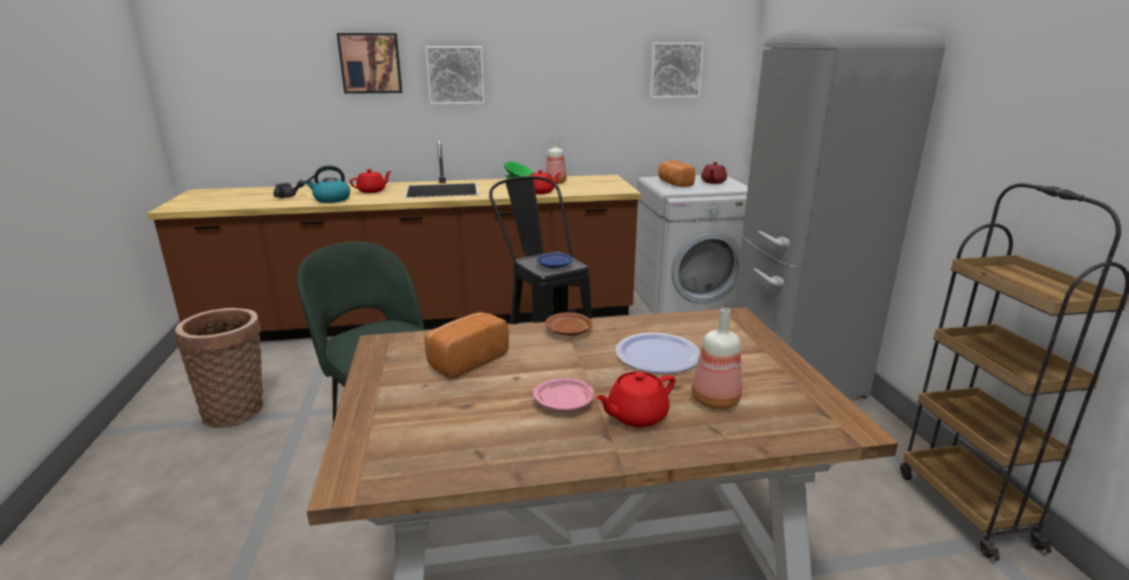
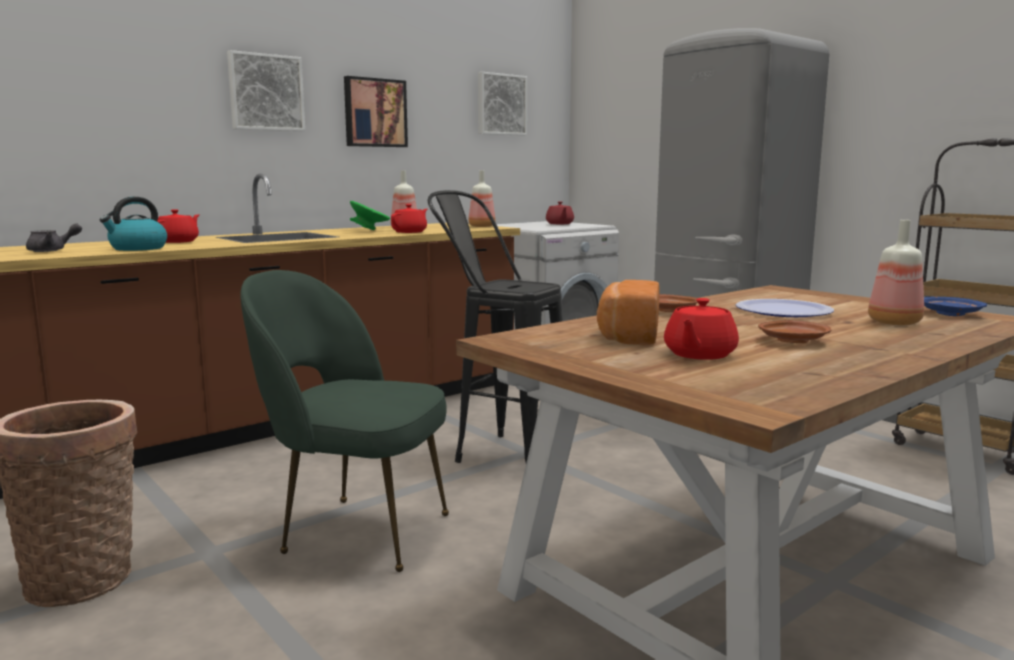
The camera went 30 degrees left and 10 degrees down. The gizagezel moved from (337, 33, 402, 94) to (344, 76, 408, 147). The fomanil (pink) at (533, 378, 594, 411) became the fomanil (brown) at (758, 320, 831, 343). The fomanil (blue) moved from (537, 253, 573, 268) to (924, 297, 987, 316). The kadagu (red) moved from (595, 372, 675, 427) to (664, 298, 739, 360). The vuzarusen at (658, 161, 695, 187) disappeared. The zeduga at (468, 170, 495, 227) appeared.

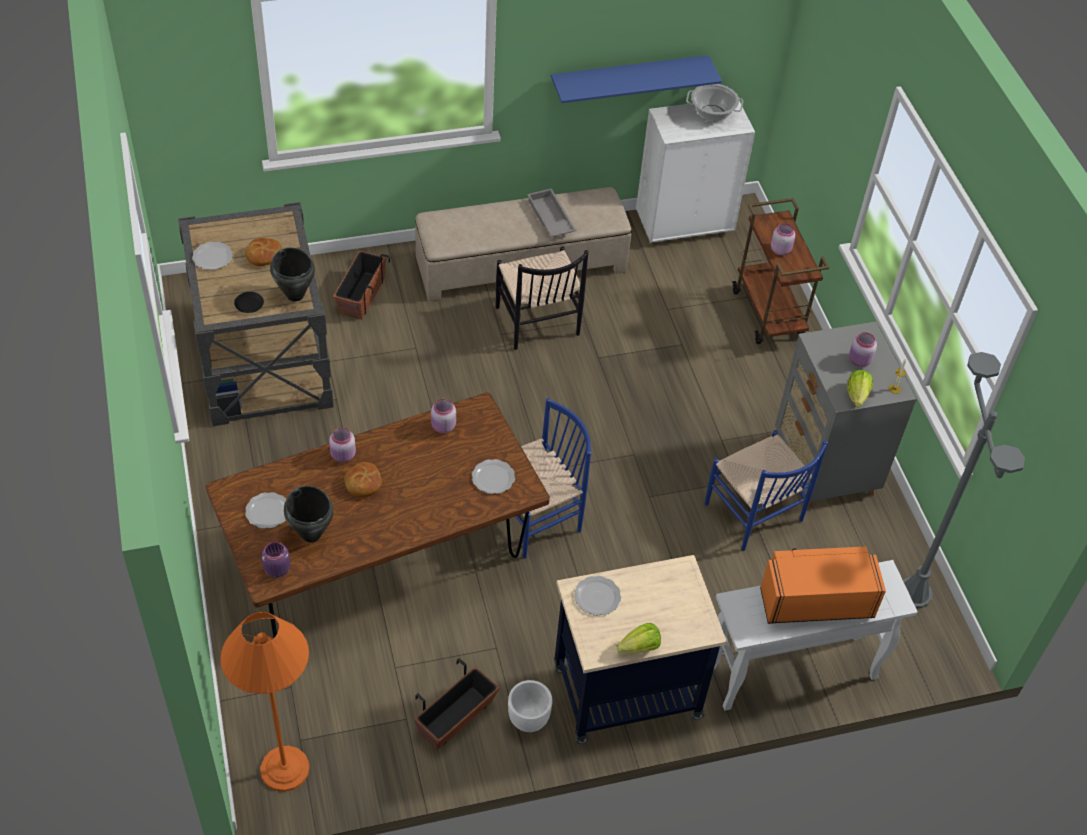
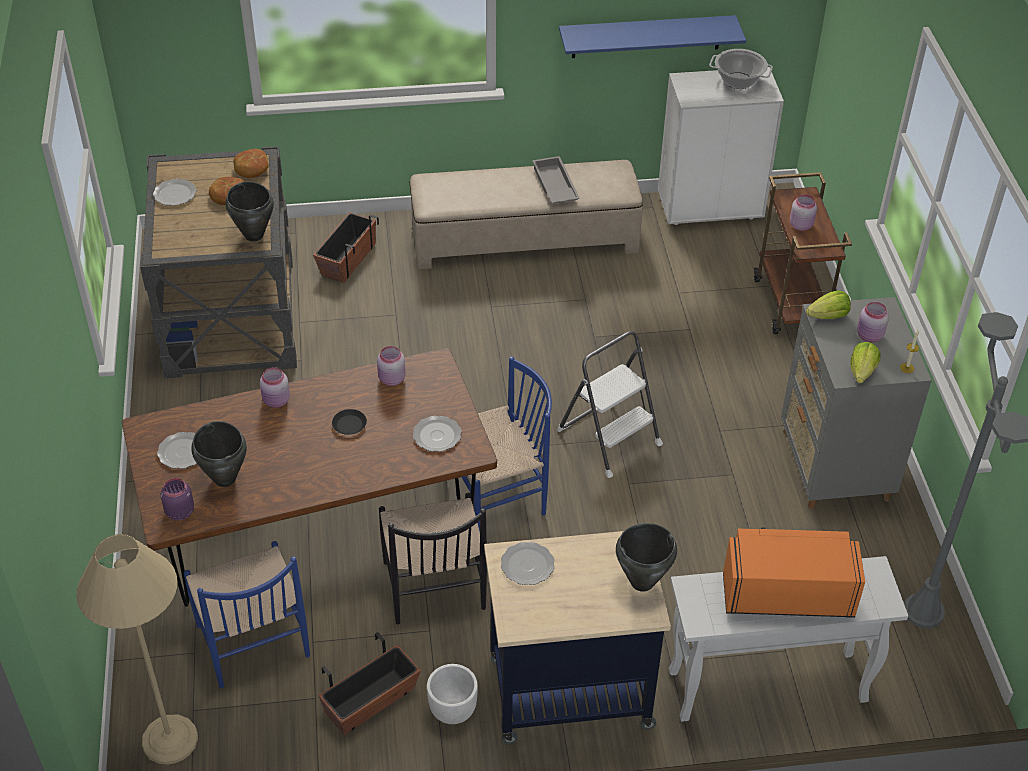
The camera went 10 degrees right and 5 degrees down. The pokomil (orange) at (221, 612, 310, 792) became the pokomil (beige) at (76, 534, 198, 765). The fomanil (black) moved from (234, 292, 264, 313) to (332, 409, 367, 435). The vuzarusen moved from (344, 462, 382, 498) to (234, 149, 269, 178). The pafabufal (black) moved from (496, 246, 588, 350) to (379, 493, 487, 624). The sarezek moved from (617, 623, 661, 654) to (806, 291, 851, 319). The pafabufal (blue) moved from (705, 430, 828, 551) to (184, 541, 310, 688). The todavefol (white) at (557, 331, 663, 478) appeared. The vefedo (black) at (616, 523, 677, 592) appeared.

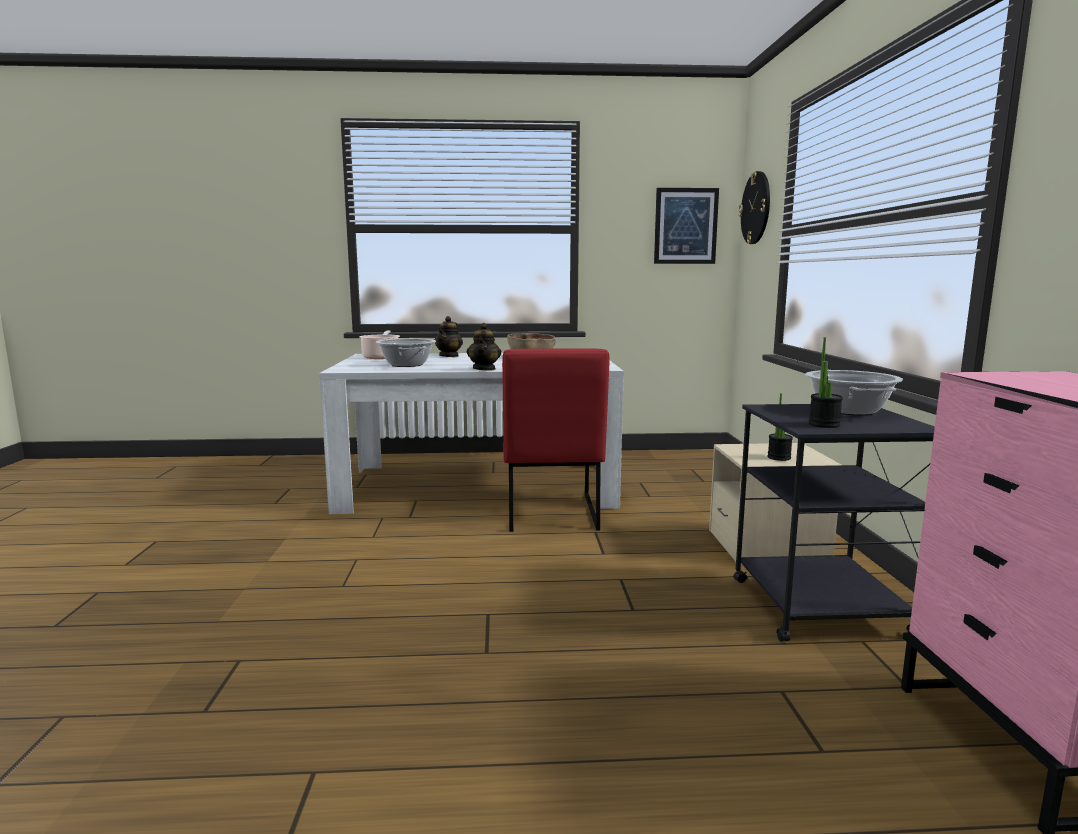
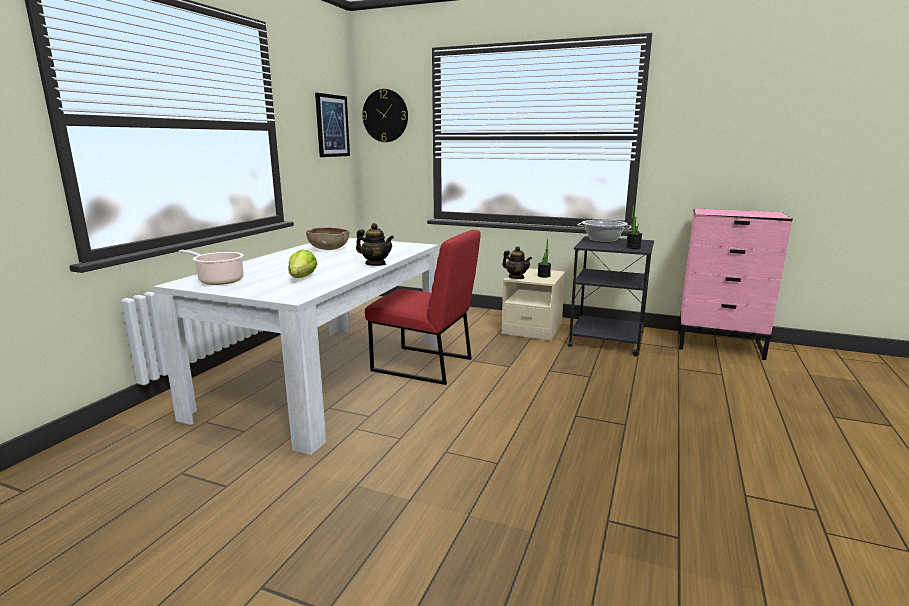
The camera went 65 degrees left and 5 degrees up. The vefedo at (375, 339, 436, 367) was replaced by the sarezek at (289, 249, 317, 278). The kadagu moved from (434, 316, 463, 357) to (502, 246, 532, 279).

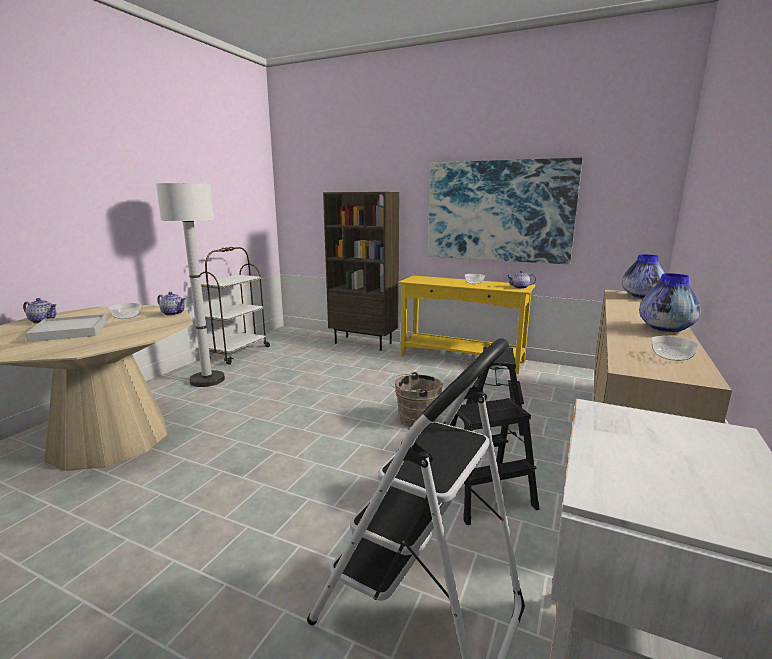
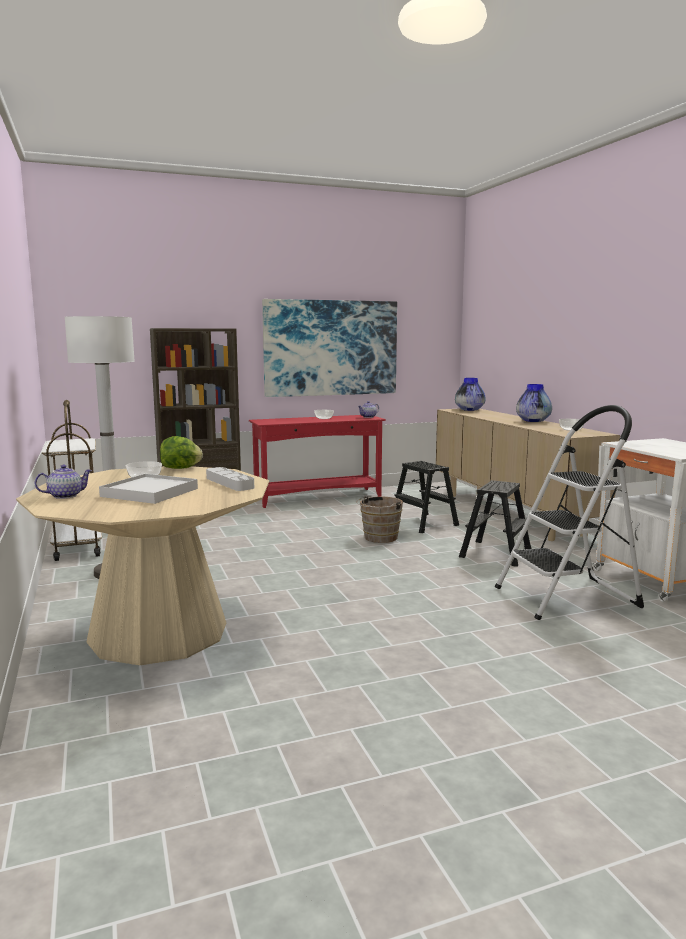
The camera went 45 degrees left and 5 degrees down. The kadagu at (157, 292, 185, 316) was replaced by the sarezek at (160, 436, 203, 469). The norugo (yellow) at (398, 276, 535, 374) became the norugo (red) at (249, 415, 386, 508). The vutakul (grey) at (206, 467, 254, 491) appeared.

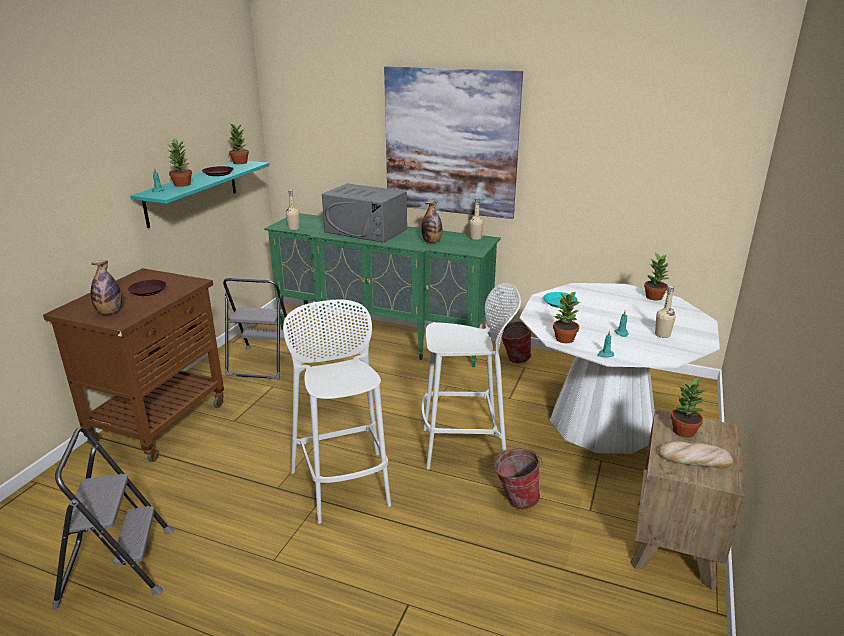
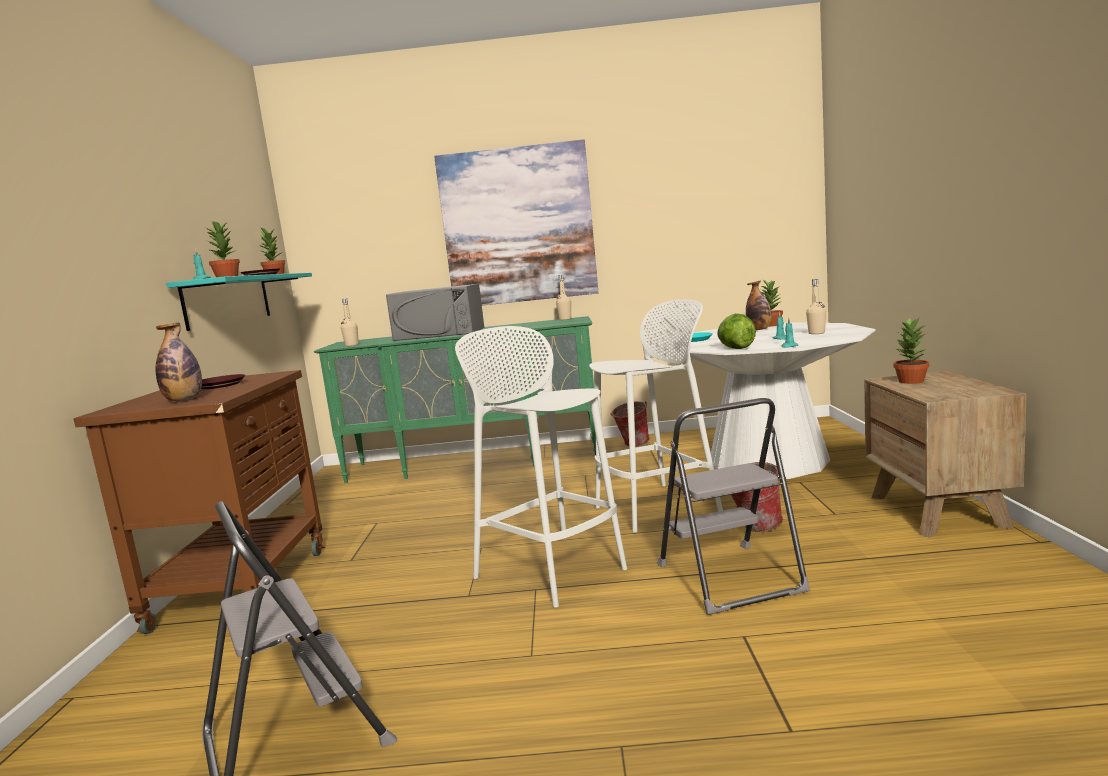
The camera went 20 degrees left and 15 degrees down. The todavefol (grey) moved from (223, 278, 298, 379) to (657, 398, 810, 615). The zeduga moved from (422, 201, 442, 243) to (746, 280, 772, 330). The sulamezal at (553, 291, 580, 343) was replaced by the sarezek at (717, 313, 756, 349). The vuzarusen at (658, 441, 733, 468) disappeared.

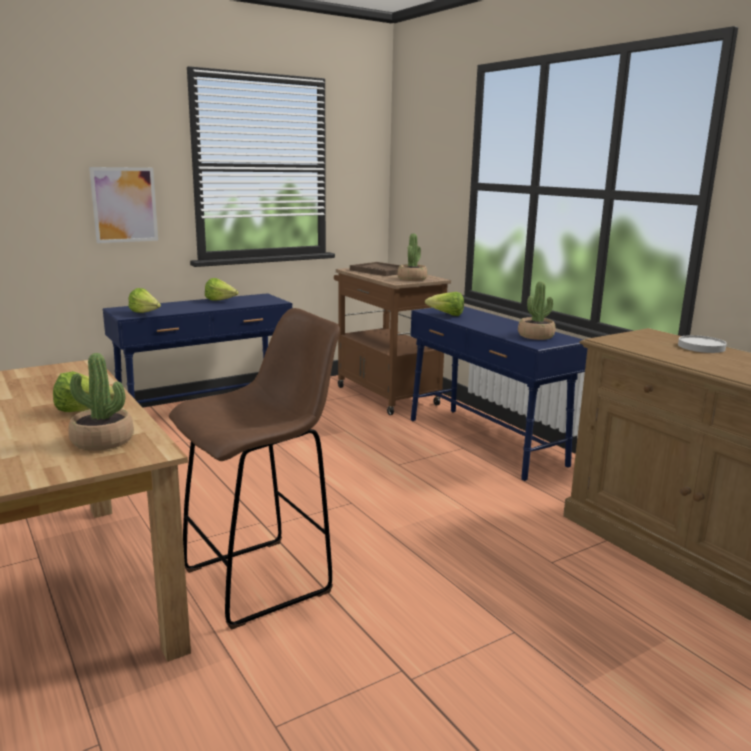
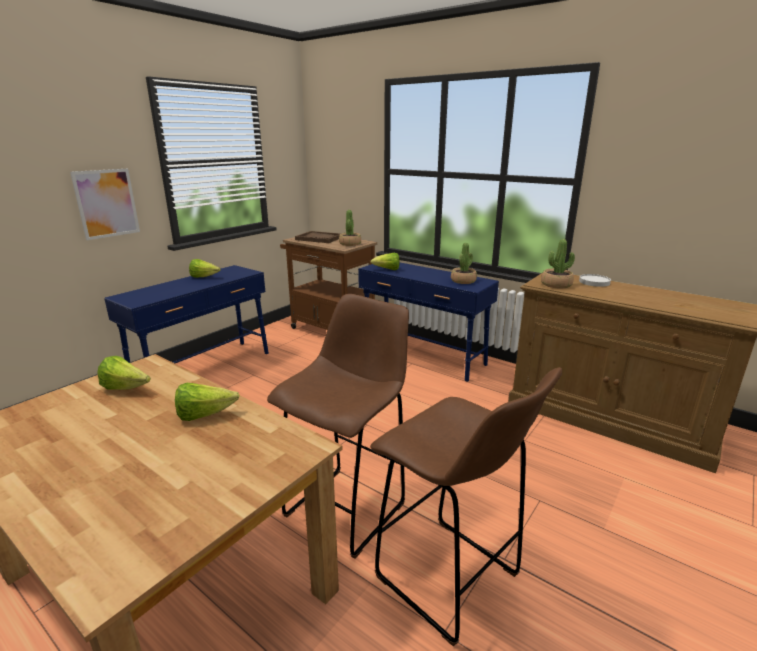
The camera went 20 degrees left and 5 degrees up. The sulamezal moved from (68, 353, 134, 451) to (541, 239, 575, 288). The sarezek moved from (129, 288, 161, 313) to (97, 356, 151, 390). The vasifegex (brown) at (370, 367, 562, 647) appeared.

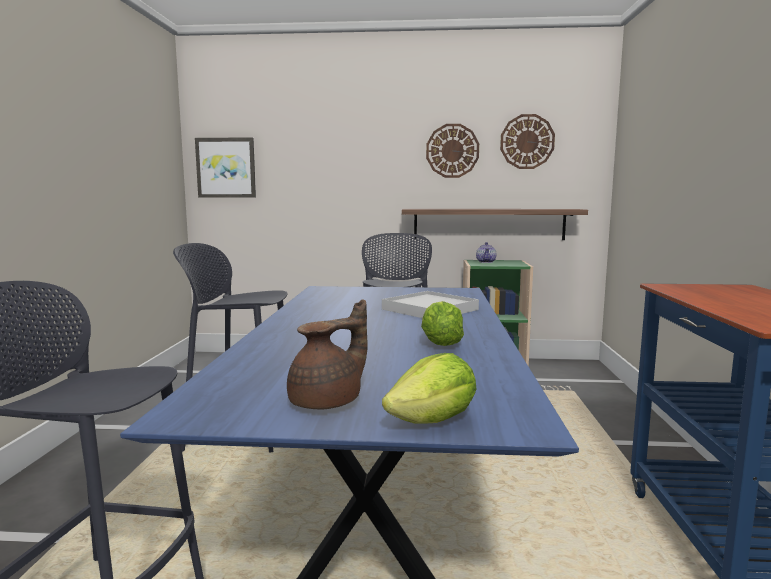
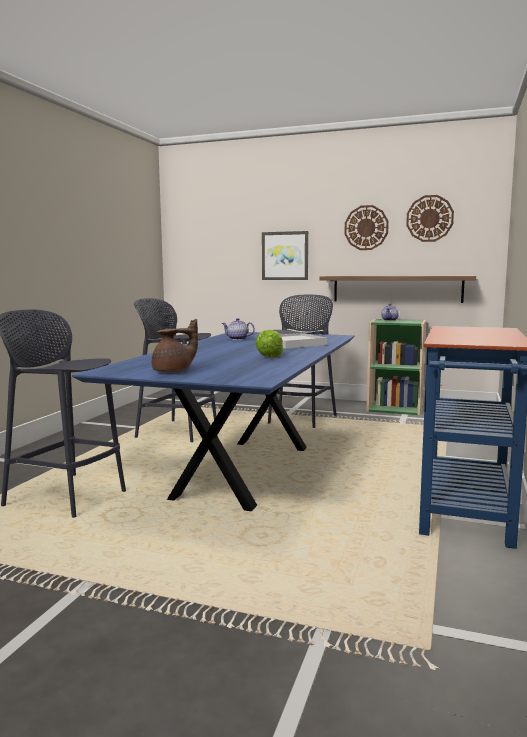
The camera went 15 degrees right and 0 degrees up. The gizagezel moved from (195, 137, 256, 198) to (262, 231, 308, 280). The sarezek at (382, 353, 477, 424) disappeared. The kadagu at (222, 318, 255, 340) appeared.

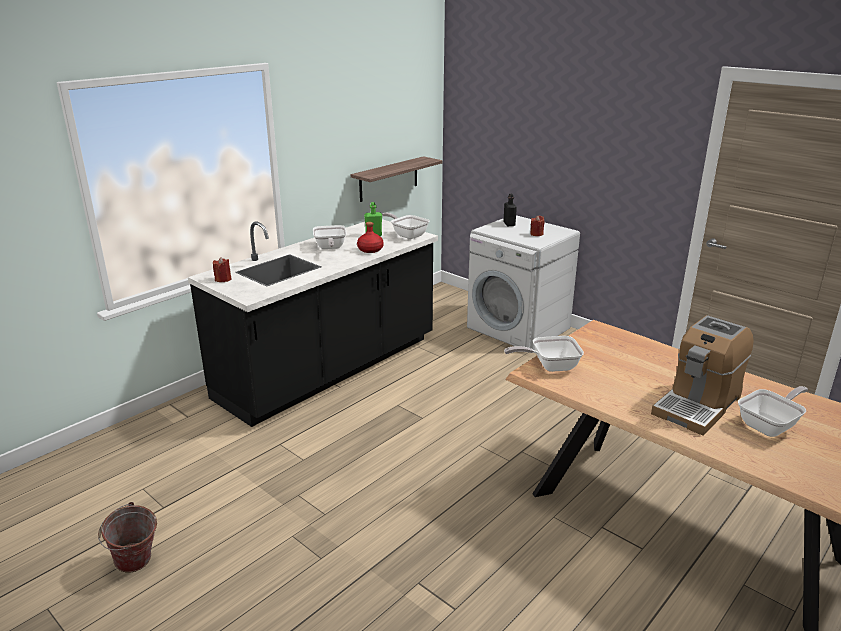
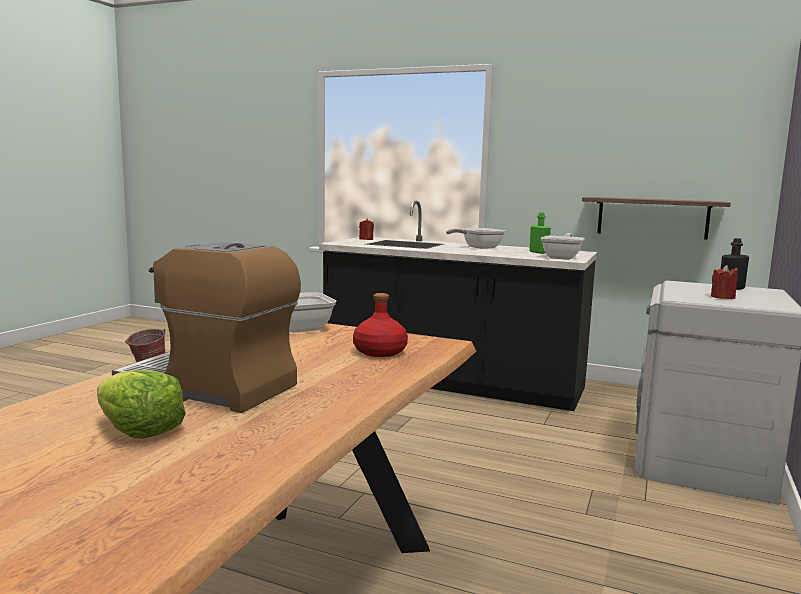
The camera went 70 degrees right and 15 degrees down. The zeduga (red) moved from (357, 222, 384, 253) to (353, 293, 408, 357). The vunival at (738, 386, 808, 437) was replaced by the sarezek at (97, 370, 186, 439).

